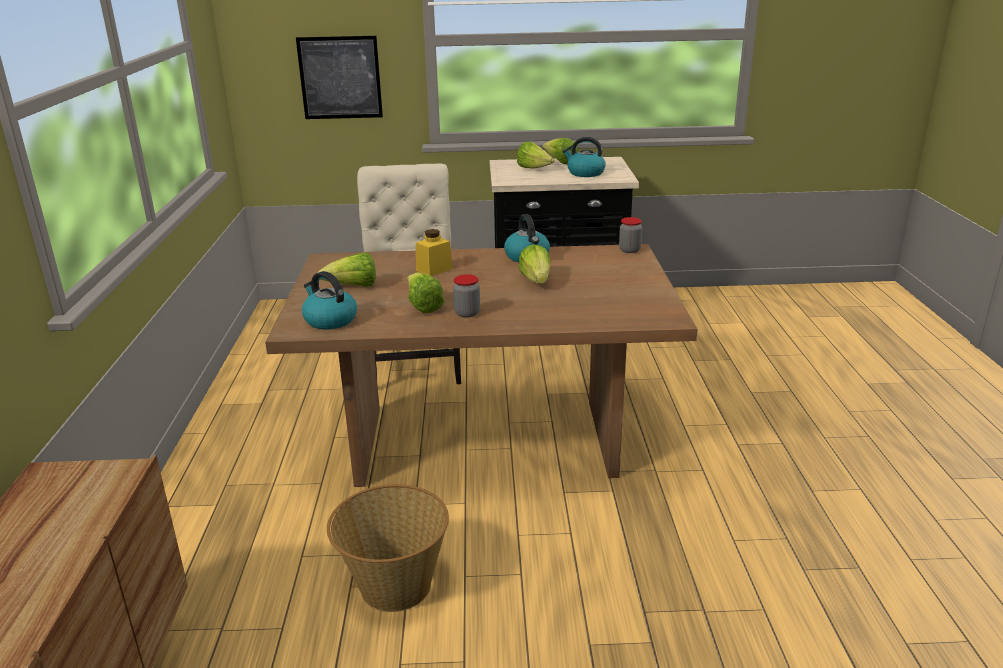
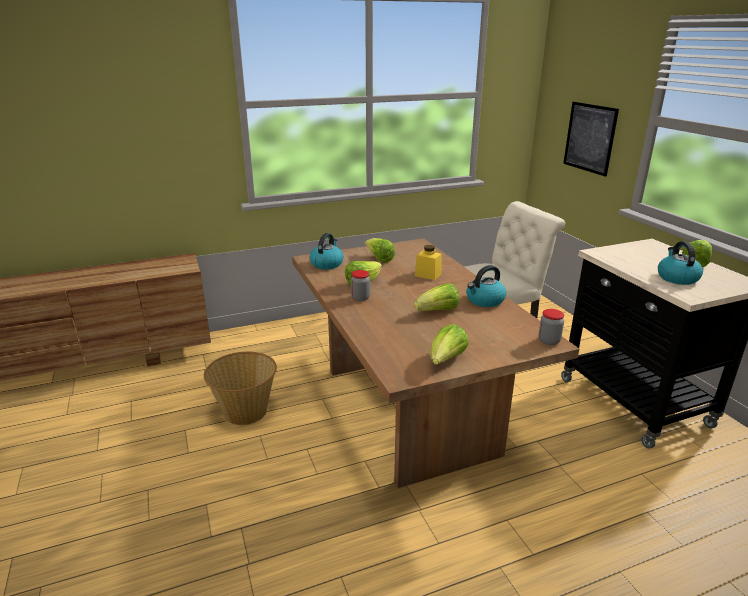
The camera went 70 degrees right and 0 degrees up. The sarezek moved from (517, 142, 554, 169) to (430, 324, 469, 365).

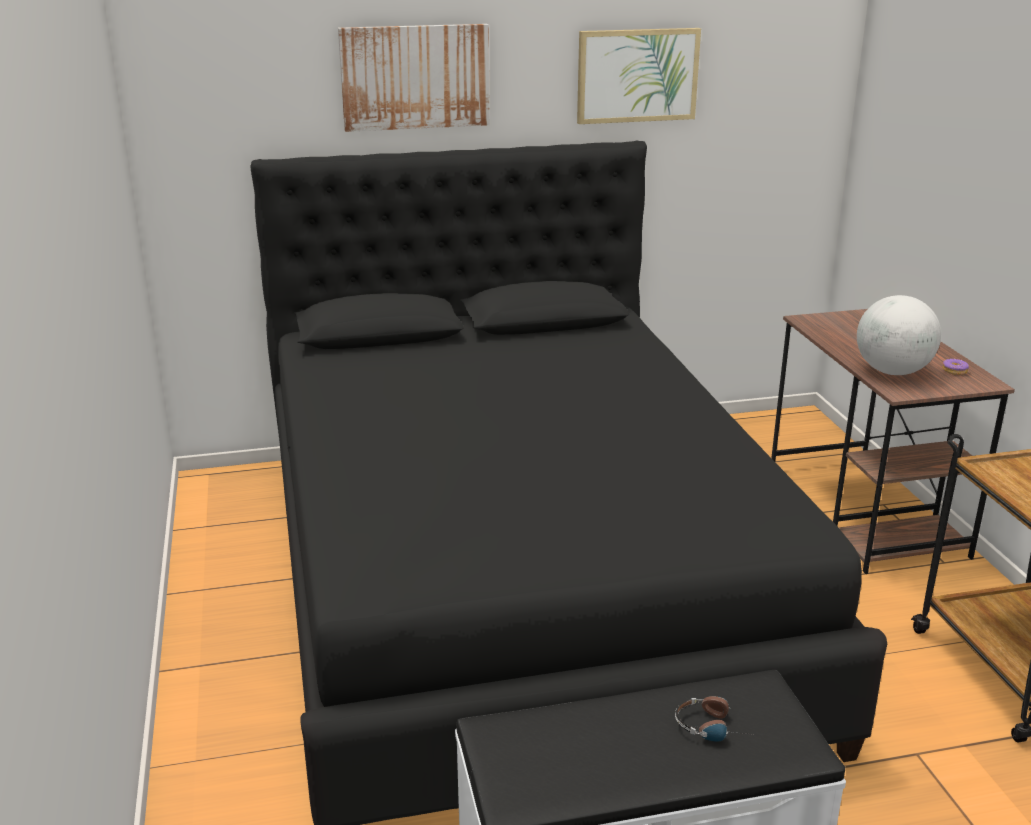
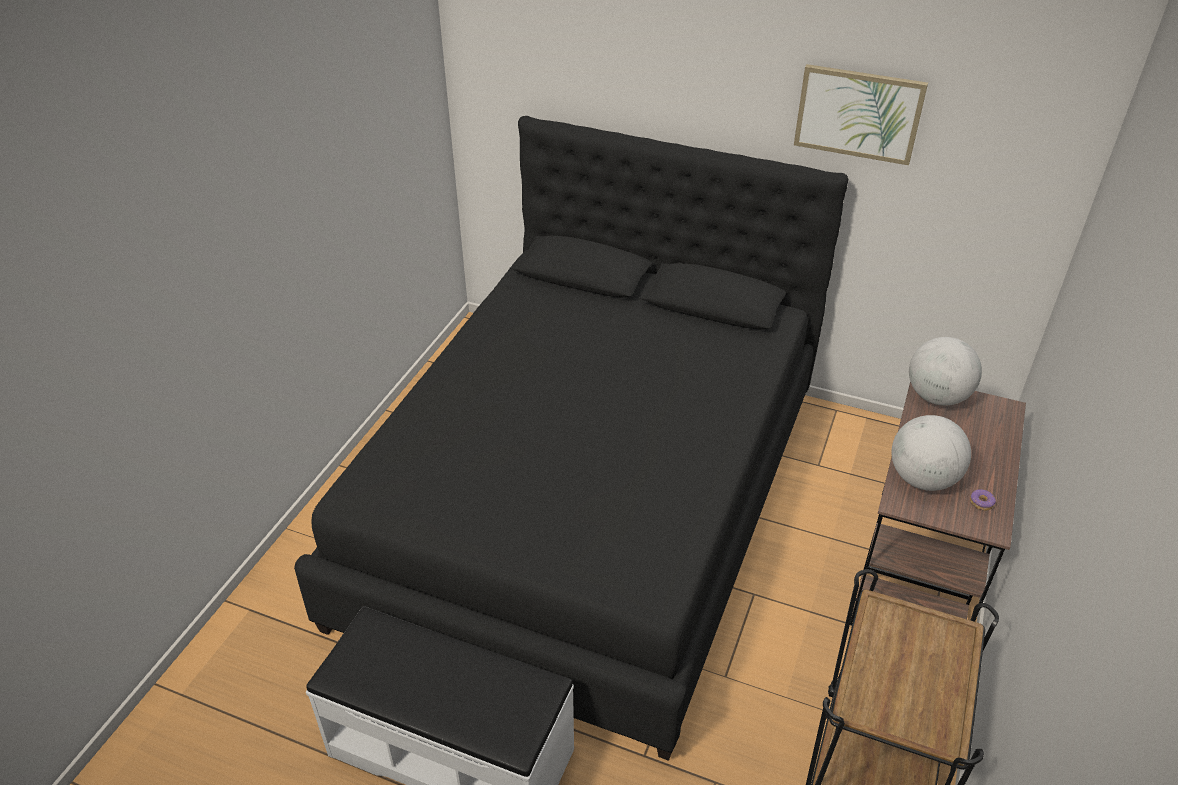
The camera went 35 degrees right and 15 degrees up. The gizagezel at (338, 24, 490, 132) disappeared. The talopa at (675, 696, 753, 742) disappeared. The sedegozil at (909, 337, 982, 406) appeared.

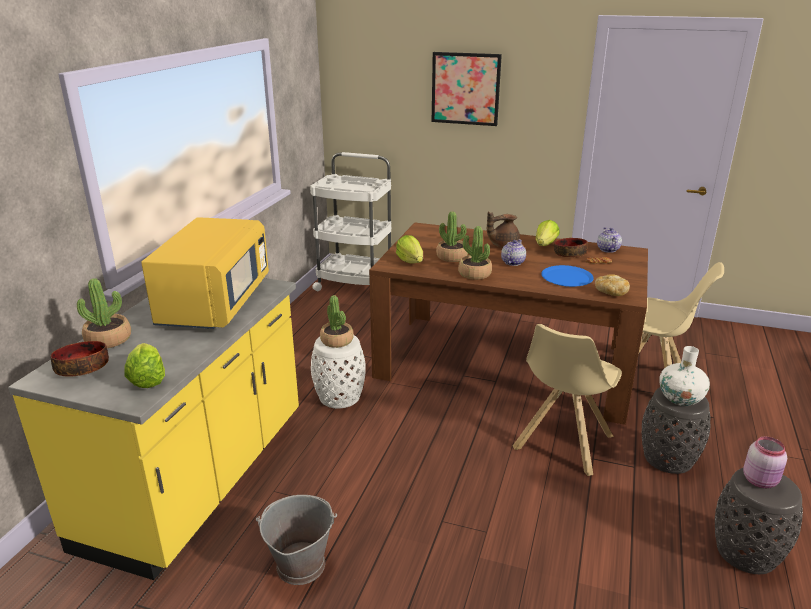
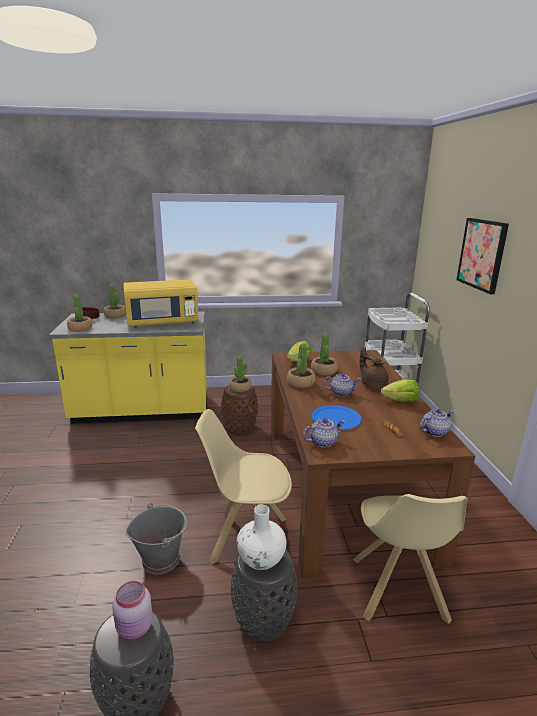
The camera went 65 degrees right and 5 degrees down. The sarezek at (125, 343, 165, 388) was replaced by the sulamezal at (67, 294, 93, 332). The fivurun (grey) moved from (256, 495, 337, 585) to (125, 503, 187, 575). The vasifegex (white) at (311, 335, 366, 409) became the vasifegex (brown) at (221, 385, 258, 435). The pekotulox at (554, 238, 588, 257) disappeared. The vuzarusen at (595, 274, 630, 296) was replaced by the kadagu at (303, 418, 345, 448).

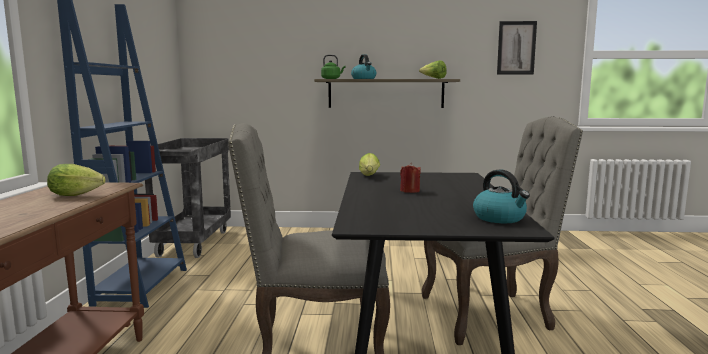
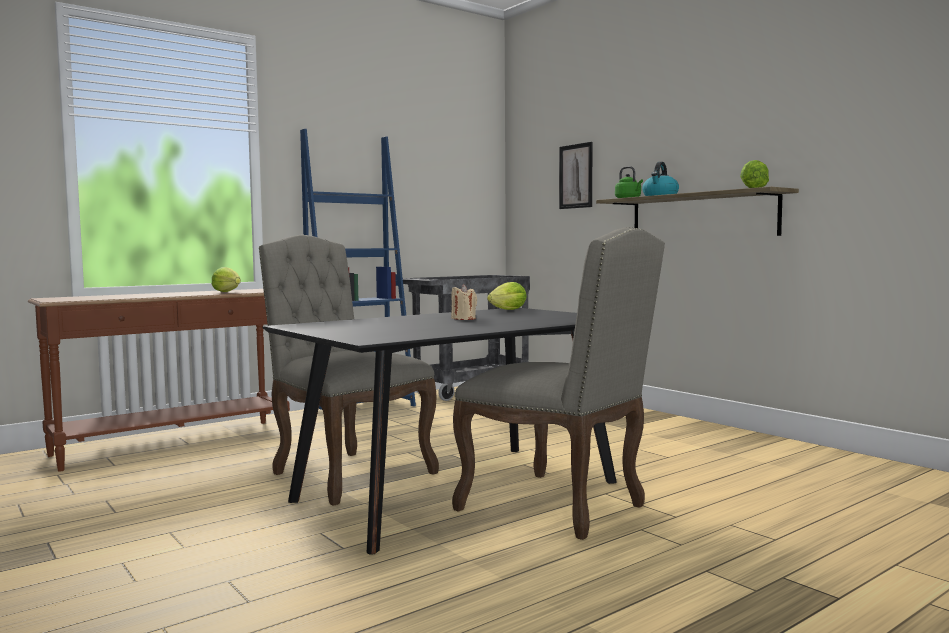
The camera went 50 degrees right and 5 degrees down. The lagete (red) at (400, 163, 421, 193) became the lagete (beige) at (451, 284, 477, 320). The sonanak at (473, 169, 530, 223) disappeared. The gizagezel moved from (497, 21, 537, 75) to (559, 142, 593, 209).

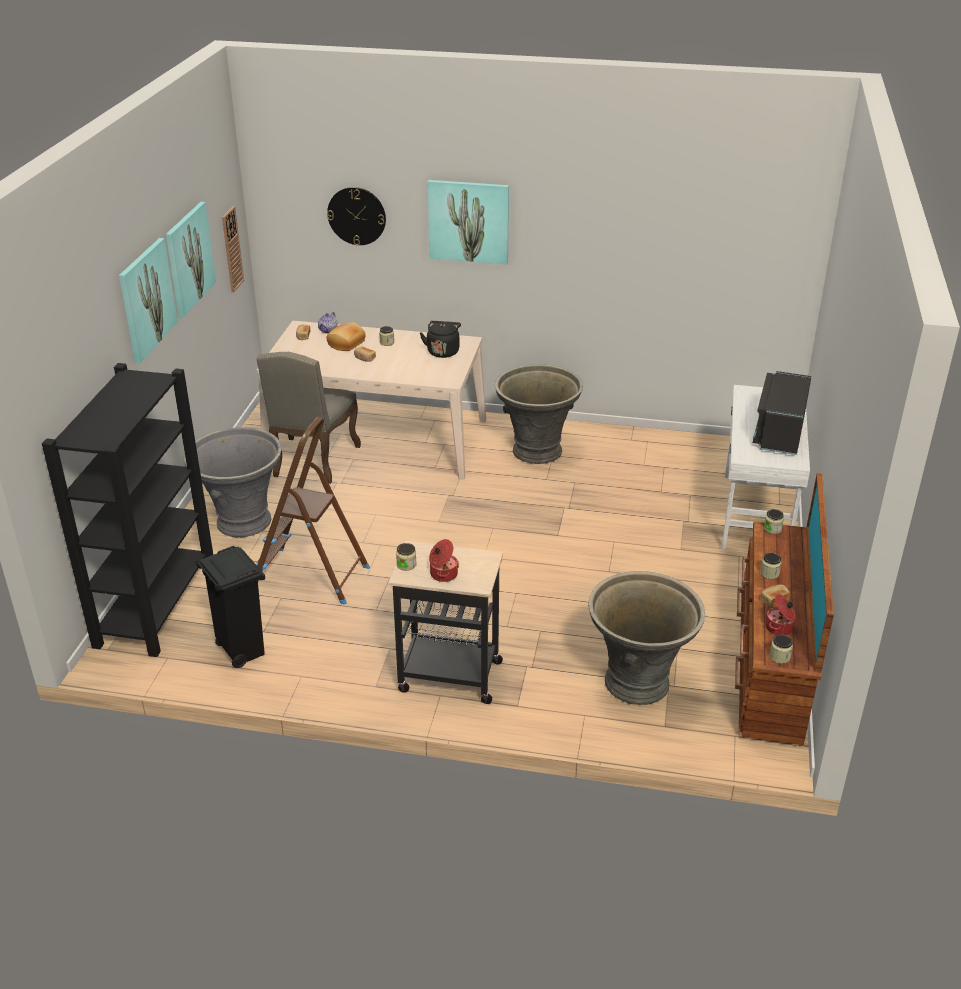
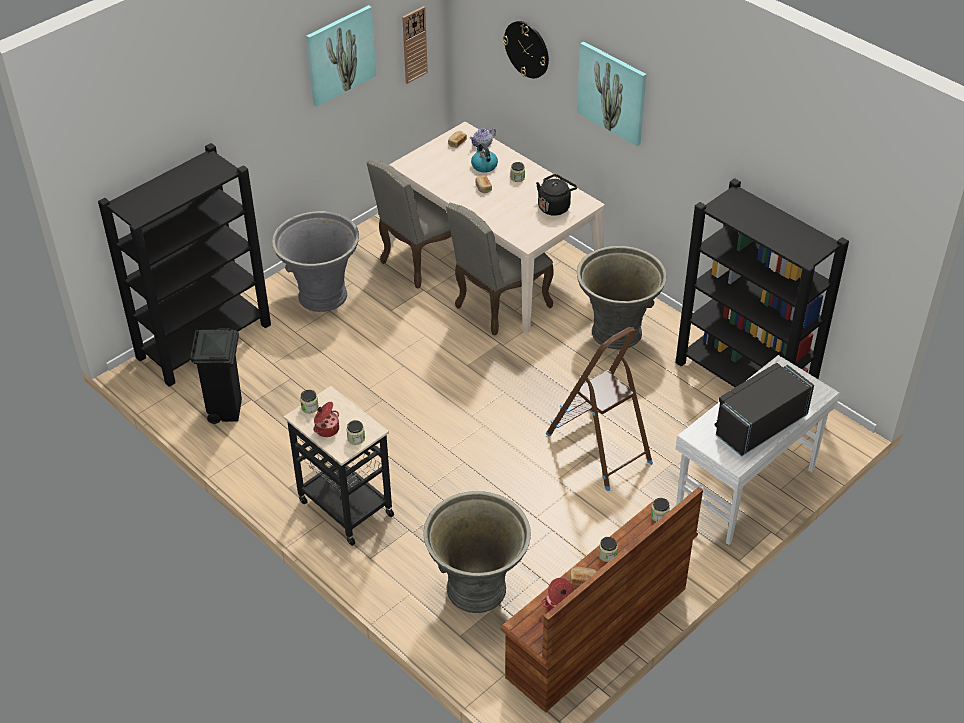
The camera went 35 degrees right and 10 degrees up. The gizagezel at (119, 238, 178, 363) disappeared. The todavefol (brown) moved from (255, 416, 370, 604) to (546, 326, 653, 491). The vuzarusen at (326, 322, 366, 351) was replaced by the sonanak at (471, 143, 498, 173). The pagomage moved from (769, 635, 793, 664) to (346, 420, 365, 445). The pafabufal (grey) at (446, 203, 554, 336) appeared. The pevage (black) at (676, 178, 849, 387) appeared.

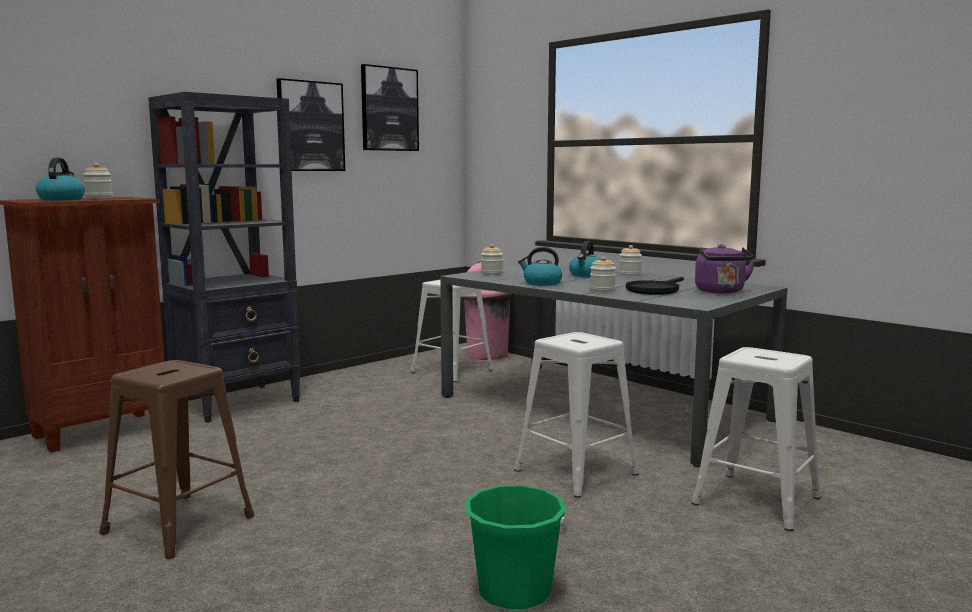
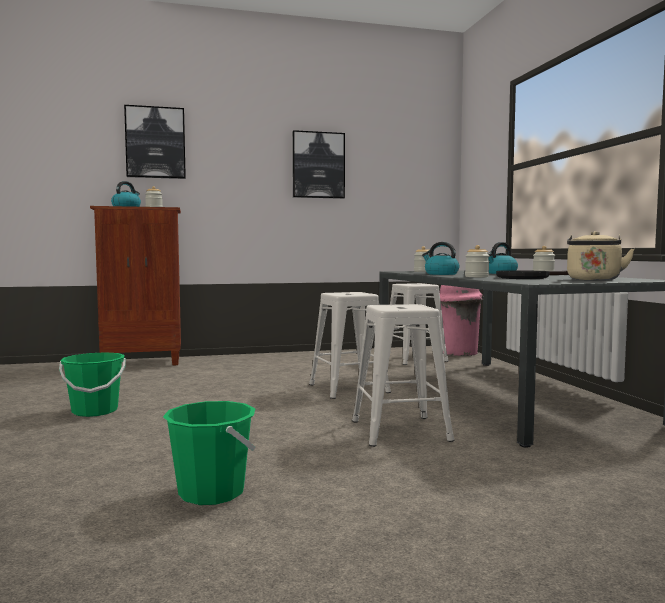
The camera went 30 degrees right and 5 degrees down. The vasifegex (brown) at (99, 360, 255, 559) was replaced by the fivurun (green) at (59, 352, 126, 417). The pevage (black) at (148, 92, 301, 423) disappeared. The gizagezel moved from (361, 64, 419, 151) to (124, 105, 186, 179). The vasifegex (white) moved from (691, 347, 821, 531) to (309, 292, 391, 399). The sonanak (purple) at (695, 244, 755, 294) became the sonanak (beige) at (567, 231, 635, 281).

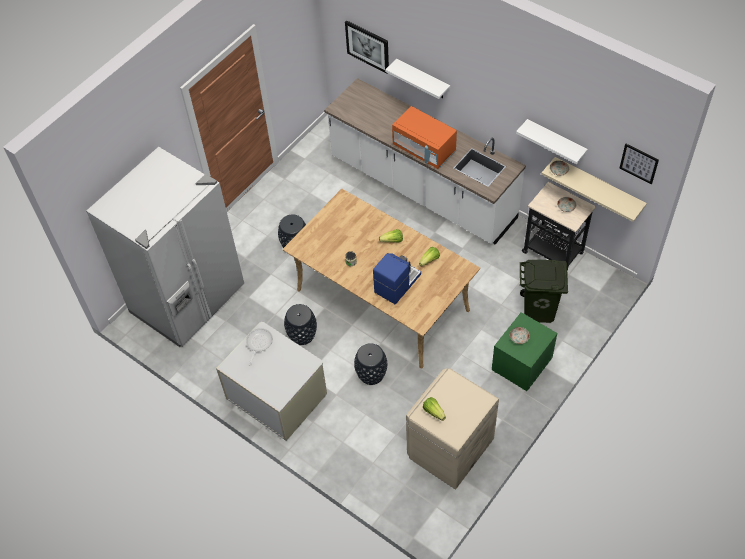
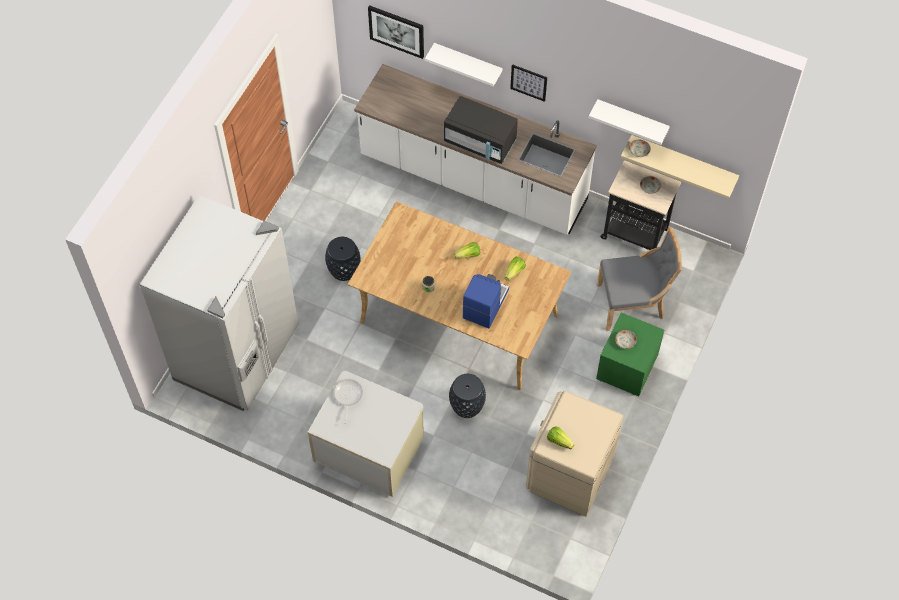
The camera went 15 degrees left and 5 degrees up. The vasifegex (black) at (284, 304, 317, 345) disappeared. The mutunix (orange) at (392, 106, 457, 169) became the mutunix (black) at (444, 96, 518, 164). The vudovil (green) at (520, 260, 568, 323) was replaced by the pafabufal (grey) at (596, 227, 682, 331). The gizagezel moved from (619, 144, 659, 185) to (510, 64, 547, 102).

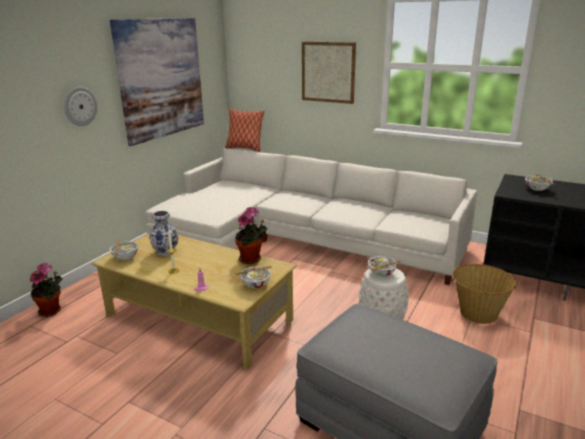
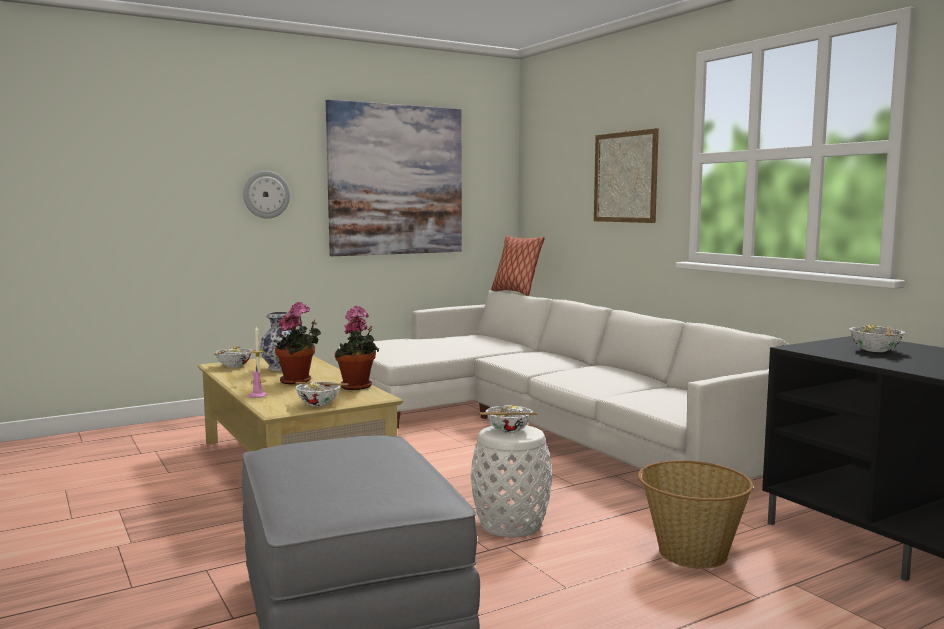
The camera went 30 degrees right and 15 degrees down. The sulamezal moved from (30, 263, 63, 317) to (275, 302, 321, 385).

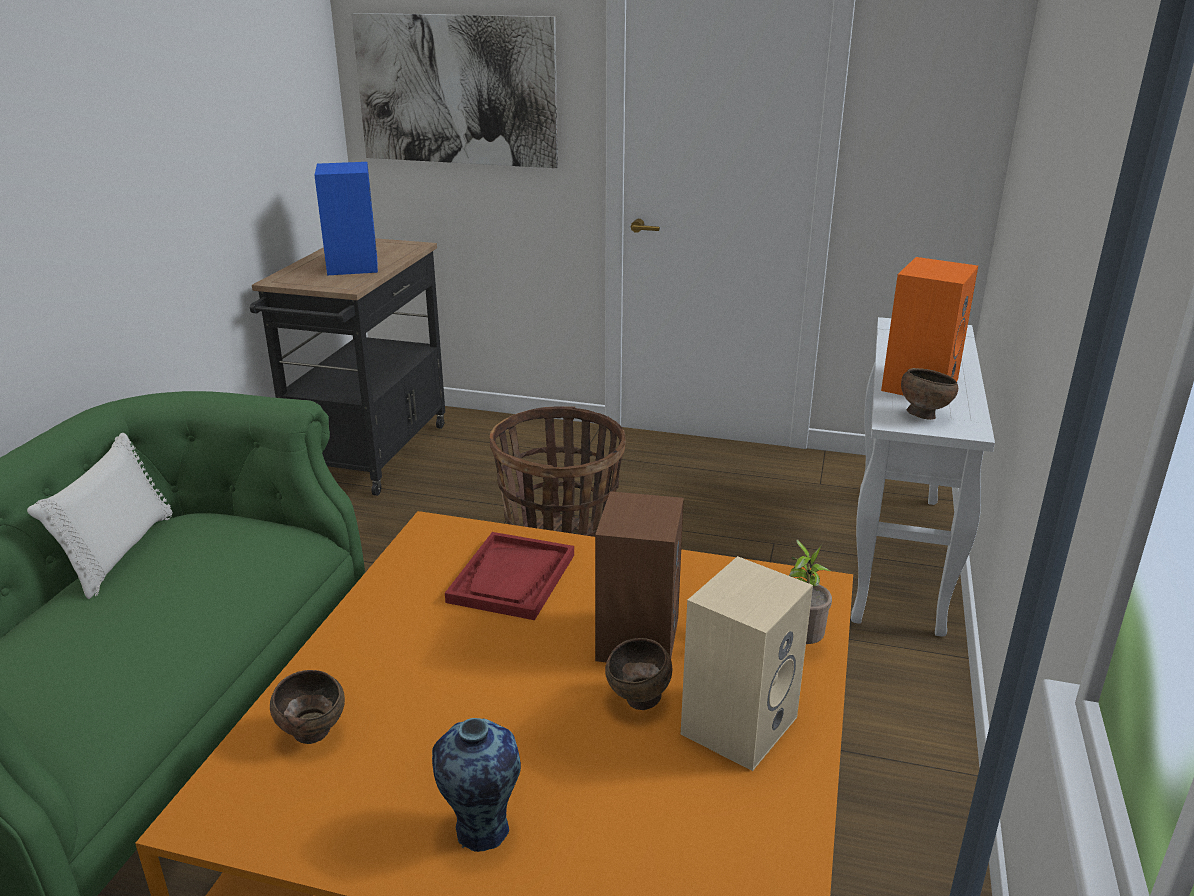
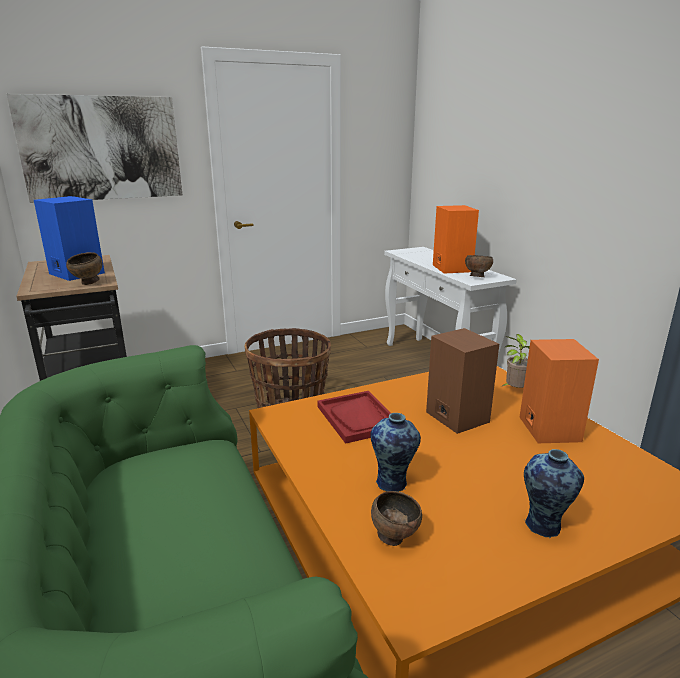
The camera went 40 degrees left and 5 degrees down. The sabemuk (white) at (27, 433, 173, 599) disappeared. The pekotulox (brown) moved from (605, 638, 672, 710) to (66, 252, 102, 285). The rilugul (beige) at (681, 556, 813, 771) became the rilugul (orange) at (520, 339, 599, 443). The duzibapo at (370, 413, 421, 492) appeared.

